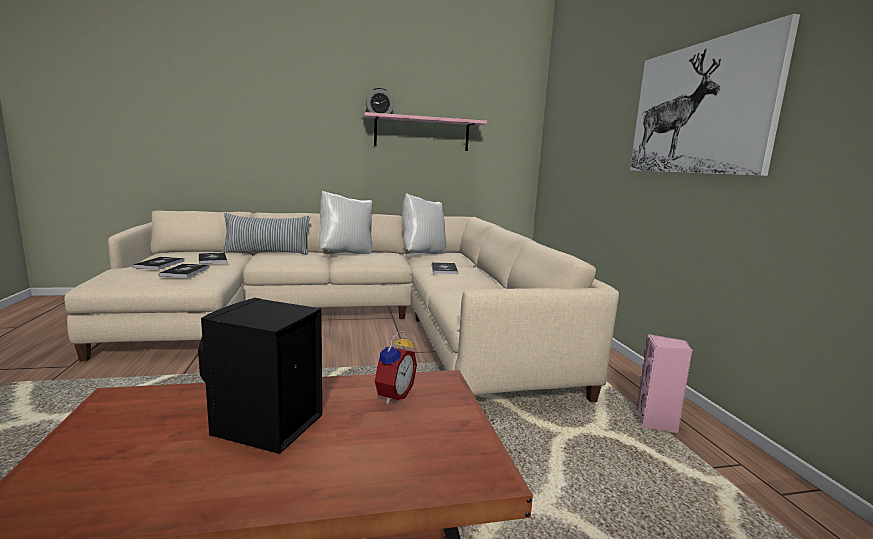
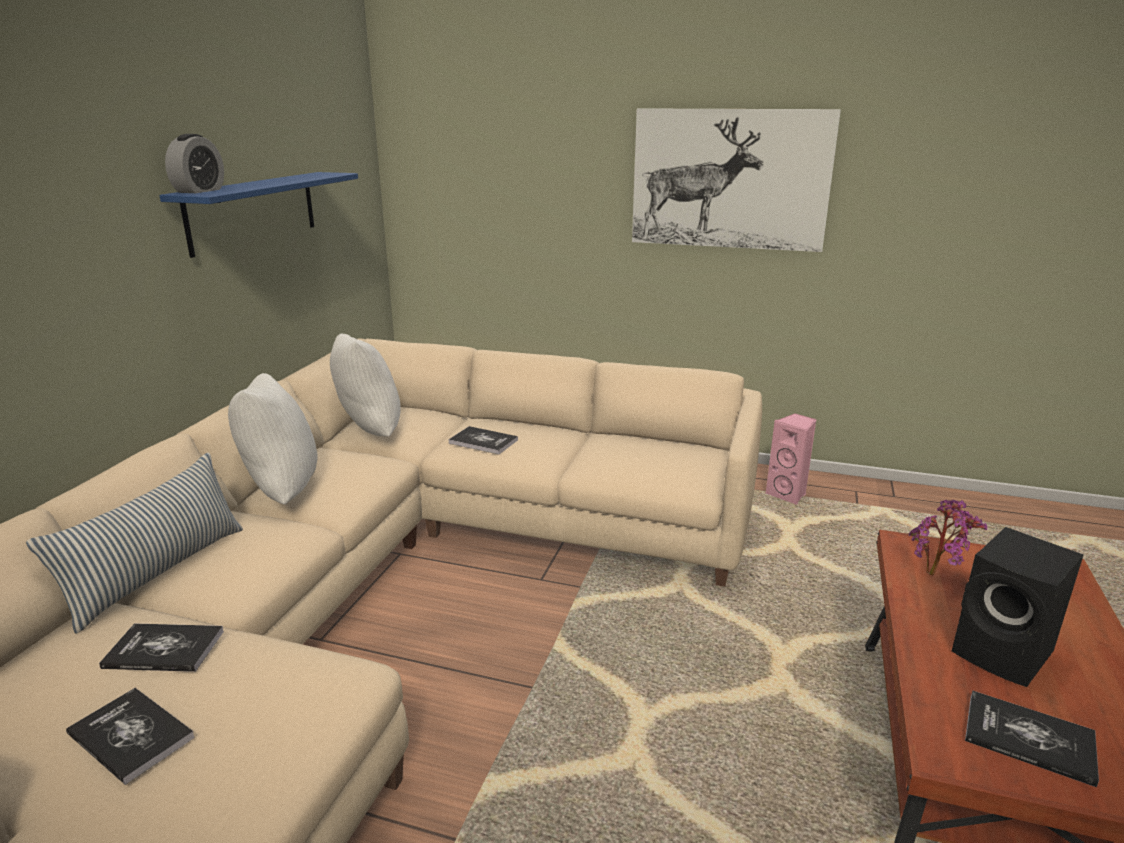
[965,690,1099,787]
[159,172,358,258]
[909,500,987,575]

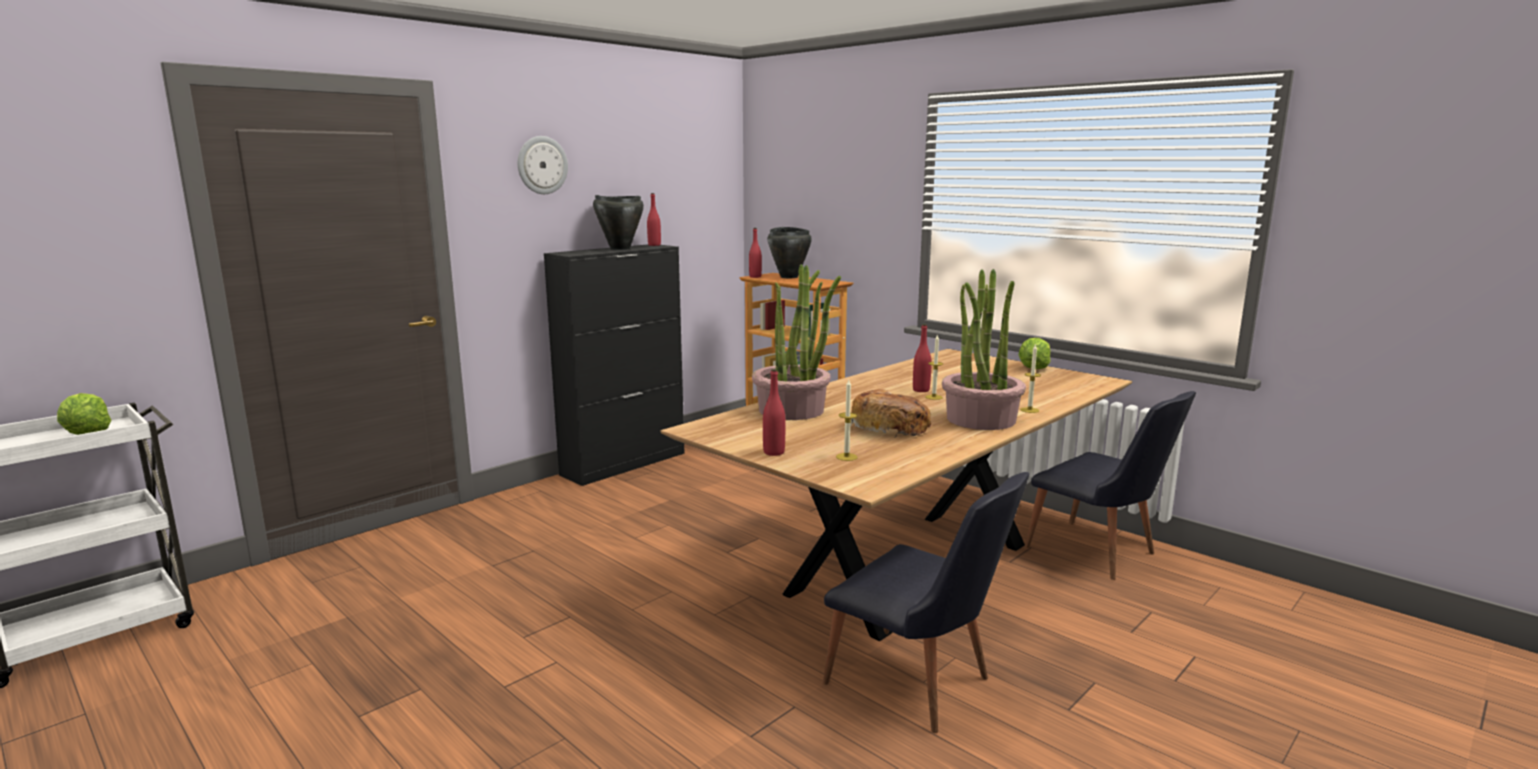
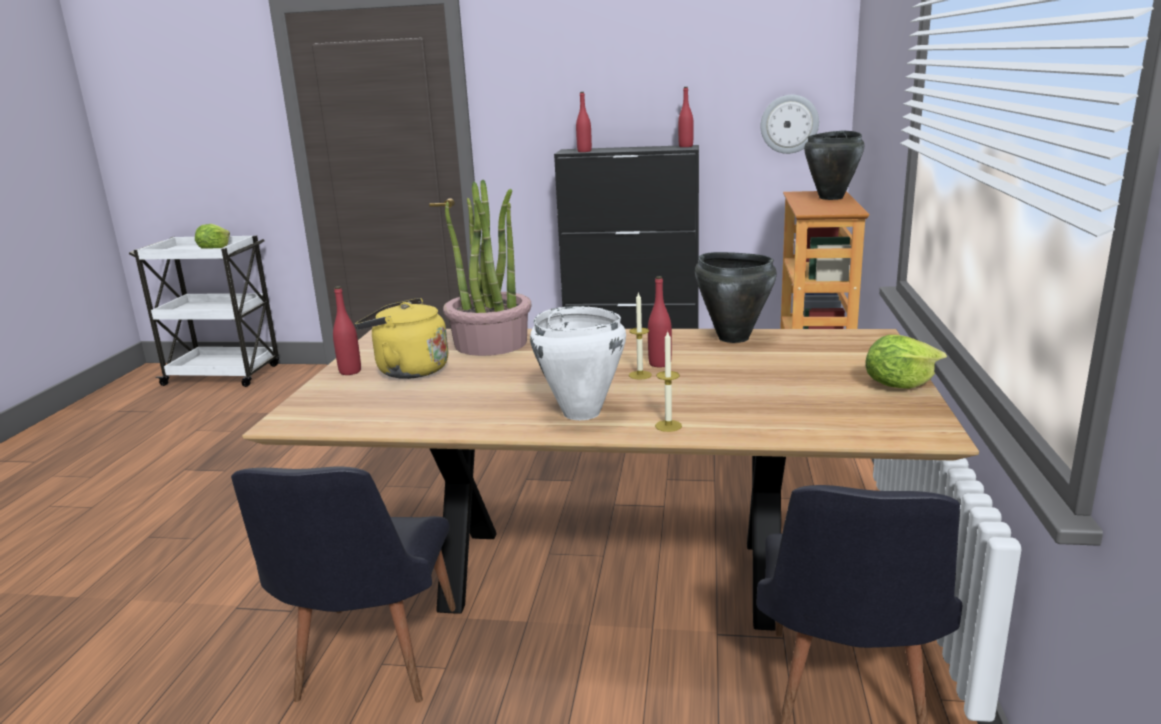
[760,95,819,154]
[695,252,777,343]
[576,92,592,152]
[836,380,857,461] (first image)
[850,389,931,437] (first image)
[530,306,626,420]
[355,298,448,379]

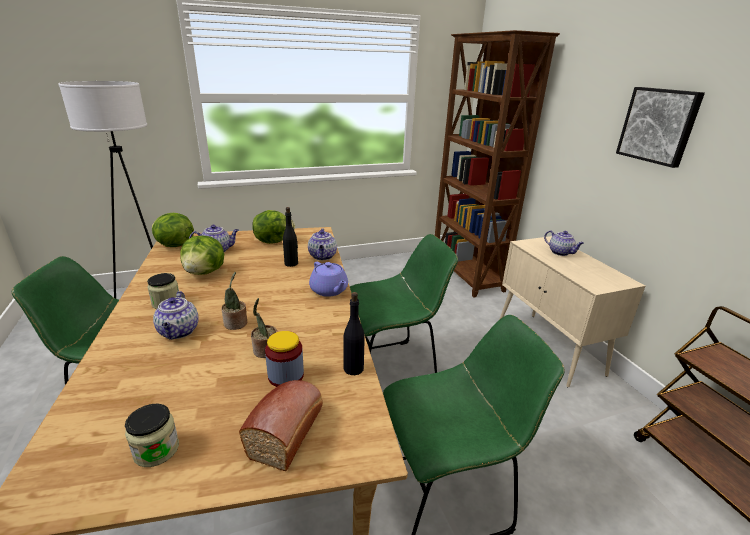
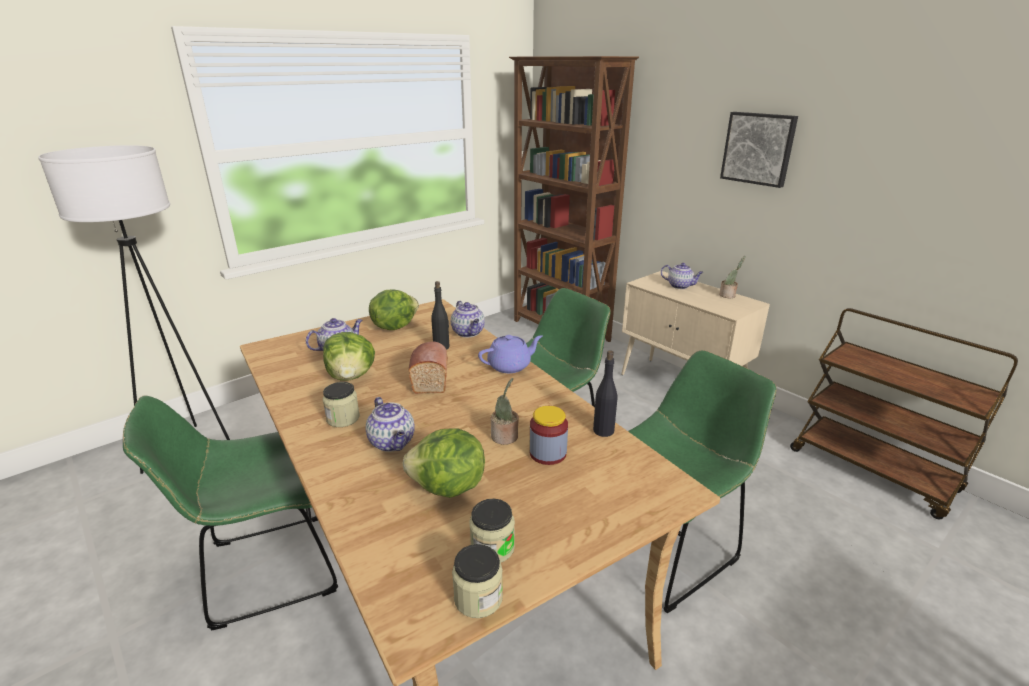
[403,429,485,498]
[719,256,746,298]
[409,342,448,394]
[478,335,542,373]
[452,544,503,618]

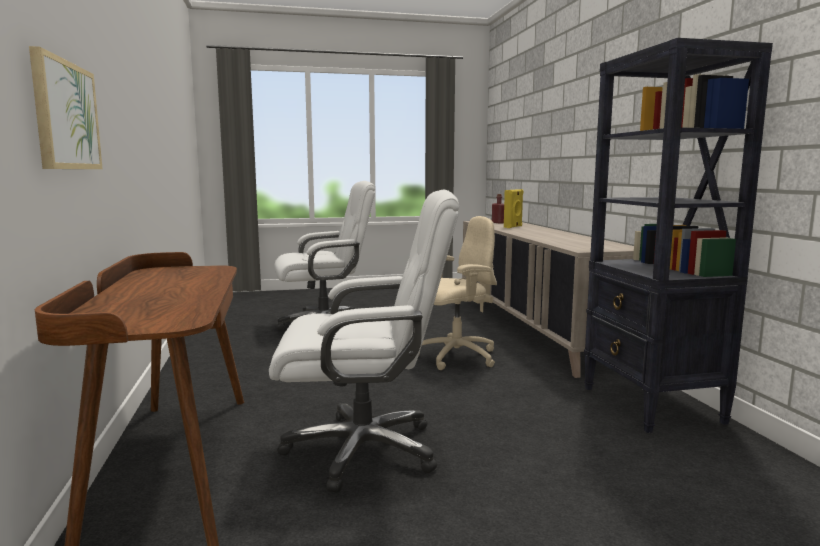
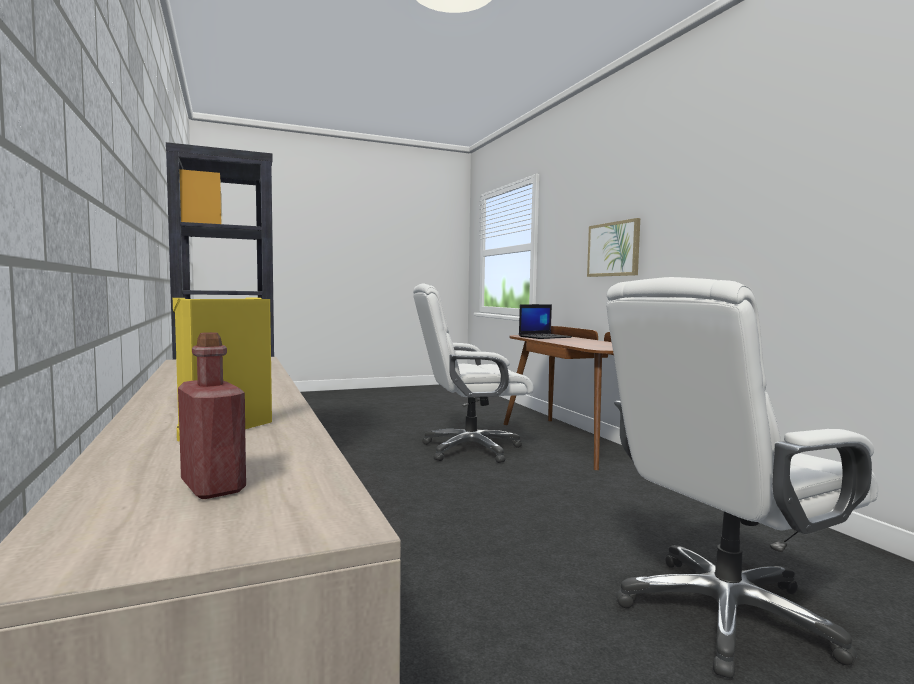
[419,216,497,370] (first image)
[519,304,572,339]

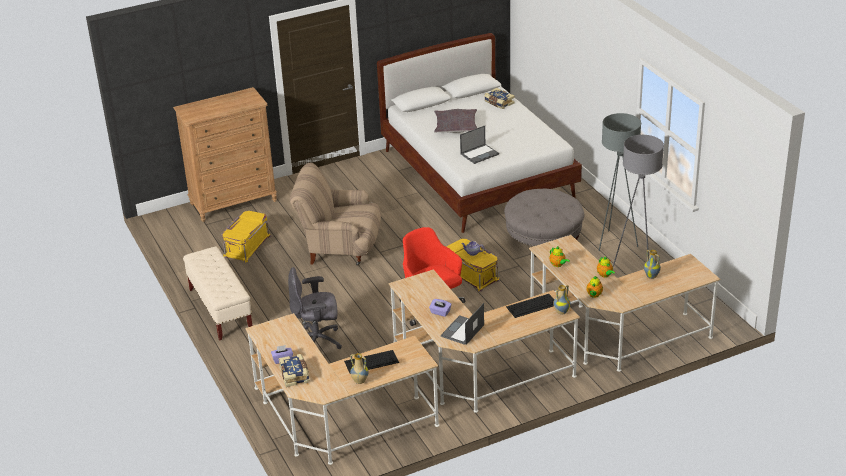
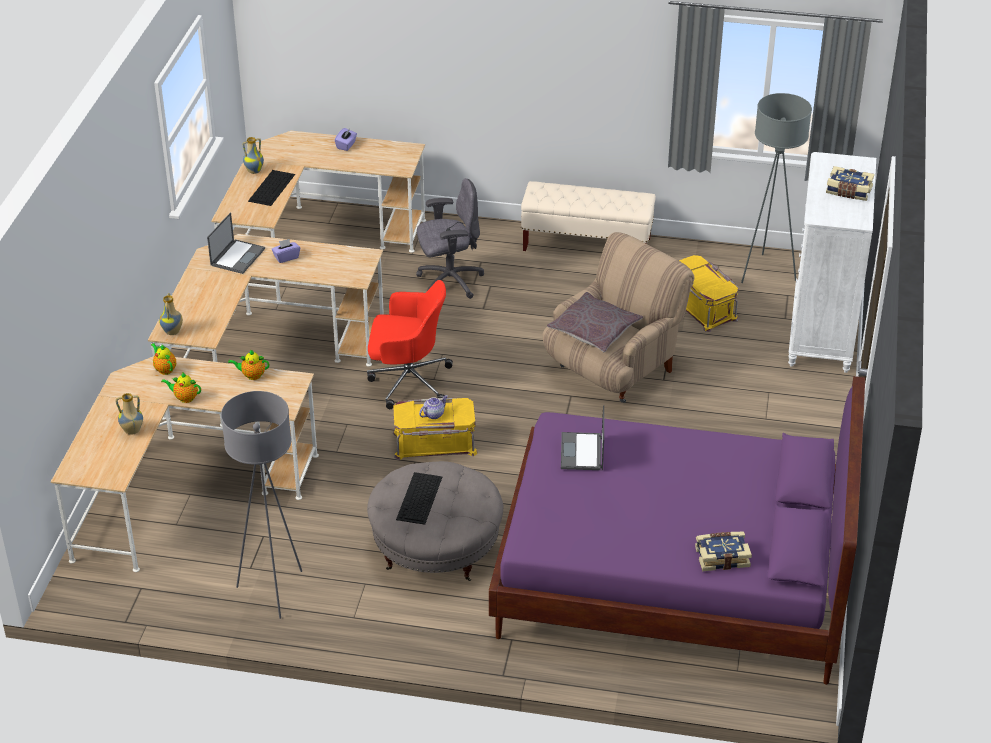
[788,152,876,373]
[826,166,874,201]
[416,178,484,299]
[489,376,865,685]
[547,292,643,353]
[207,212,265,274]
[396,472,442,525]
[741,93,812,283]

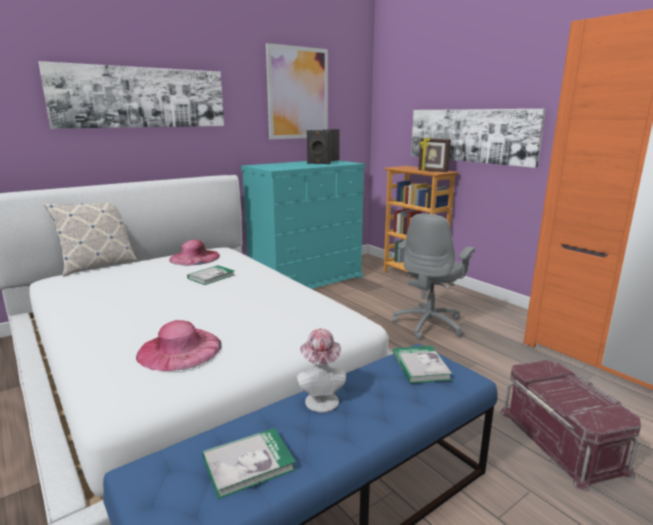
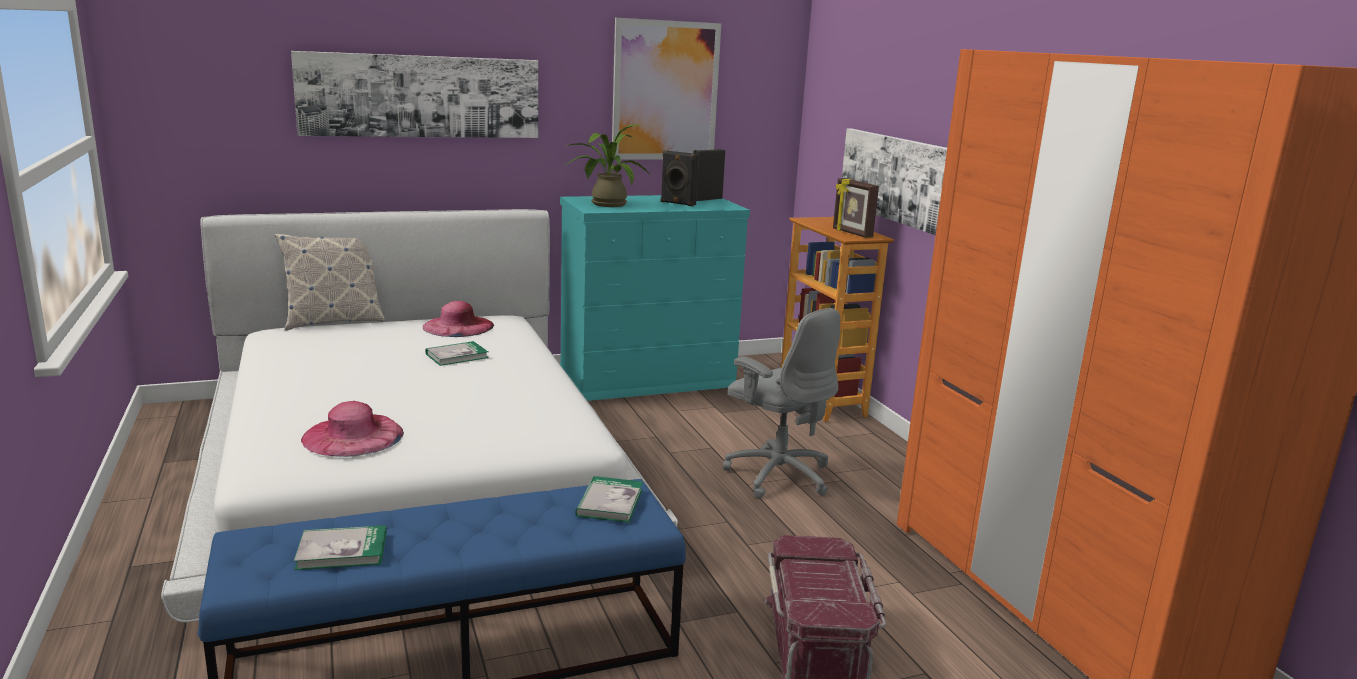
[297,329,346,412] (first image)
[723,308,840,498]
[564,125,651,207]

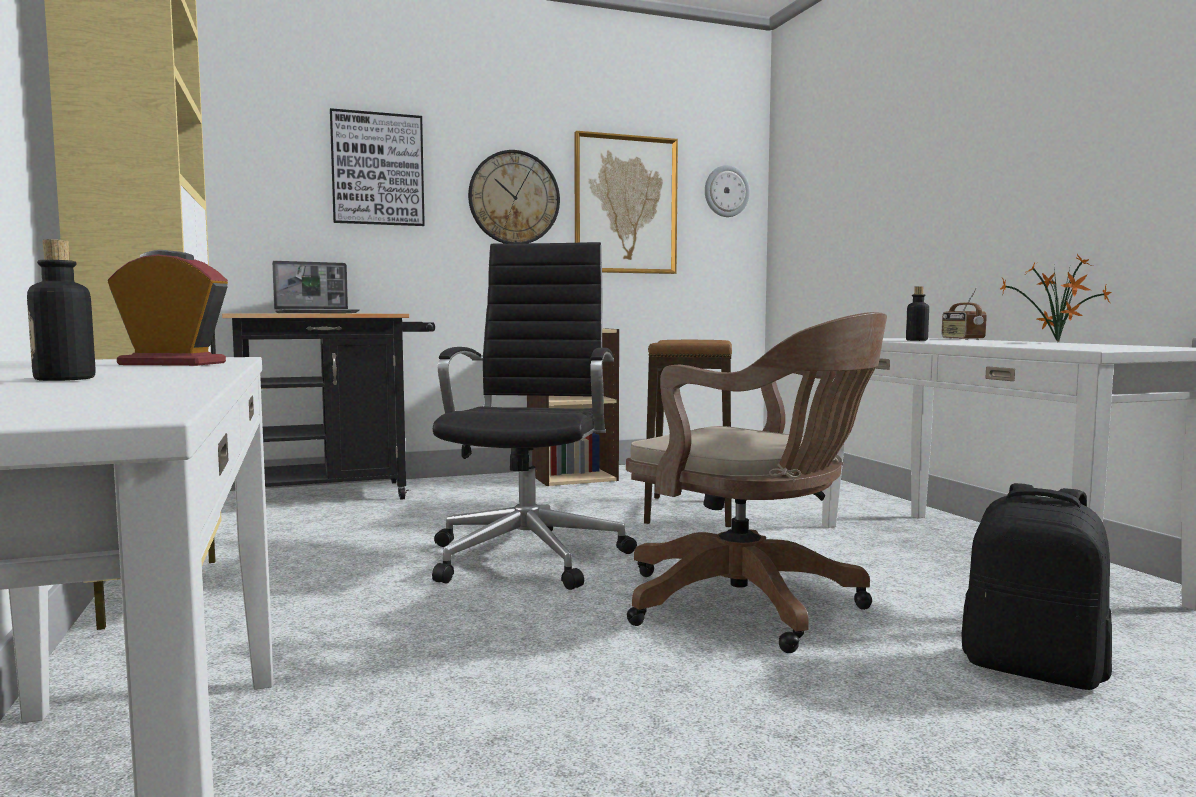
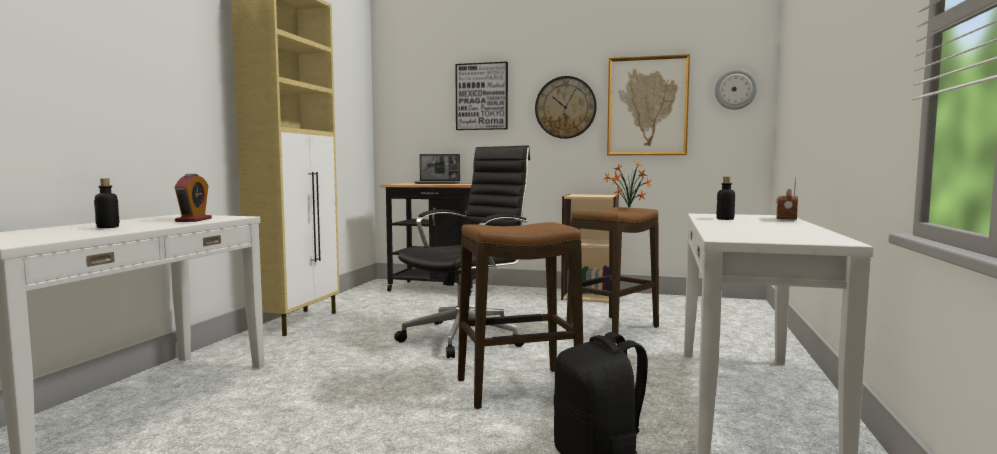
[175,174,212,222]
[458,222,583,409]
[604,161,652,208]

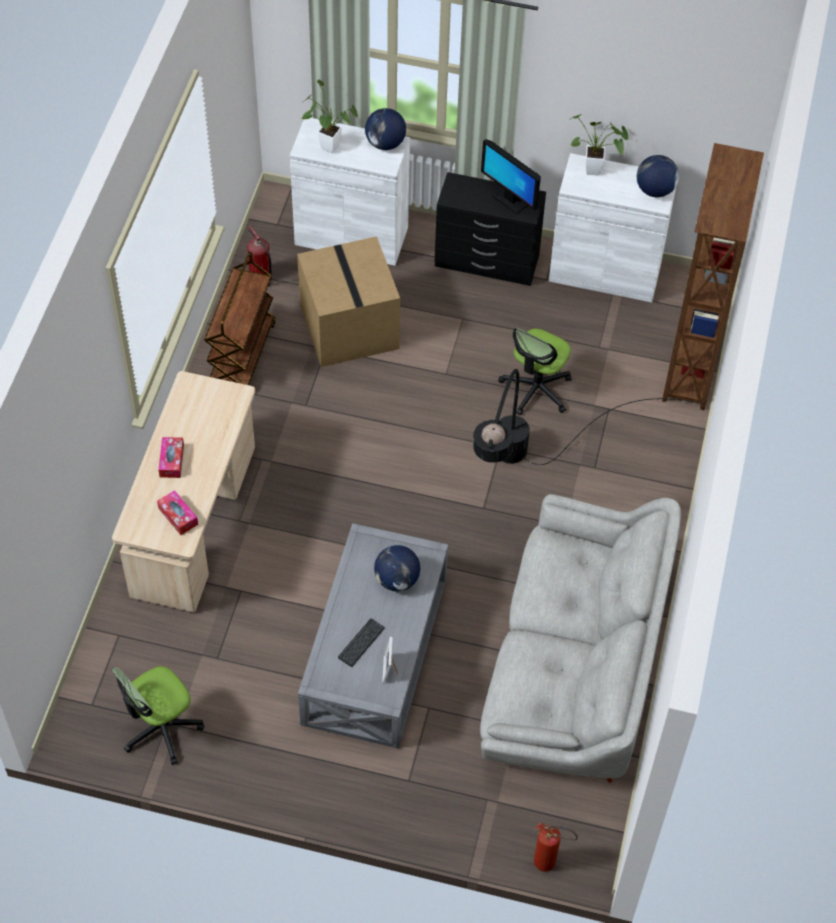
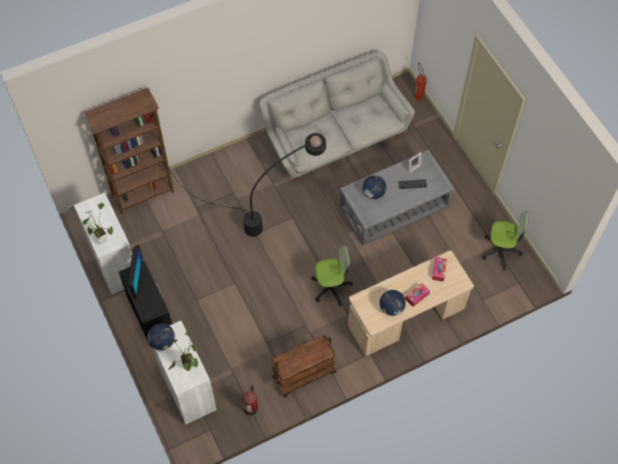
[297,236,400,367] (first image)
[311,245,353,306]
[380,290,406,316]

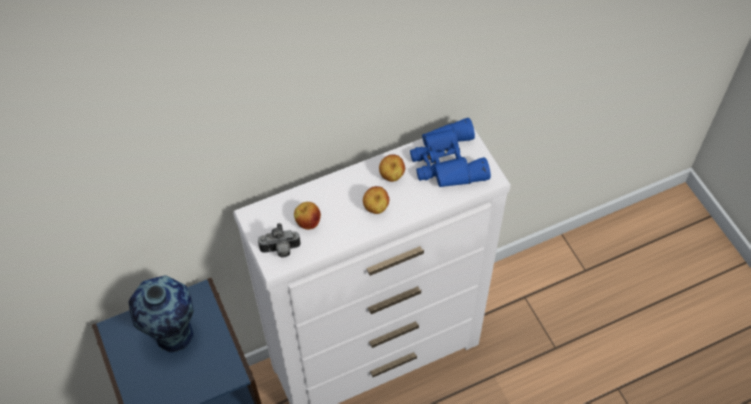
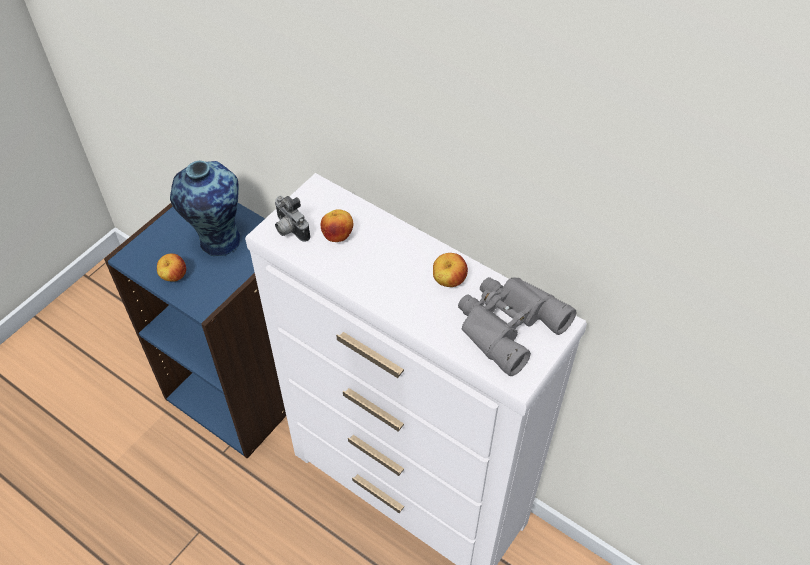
[157,254,186,282]
[458,277,577,376]

